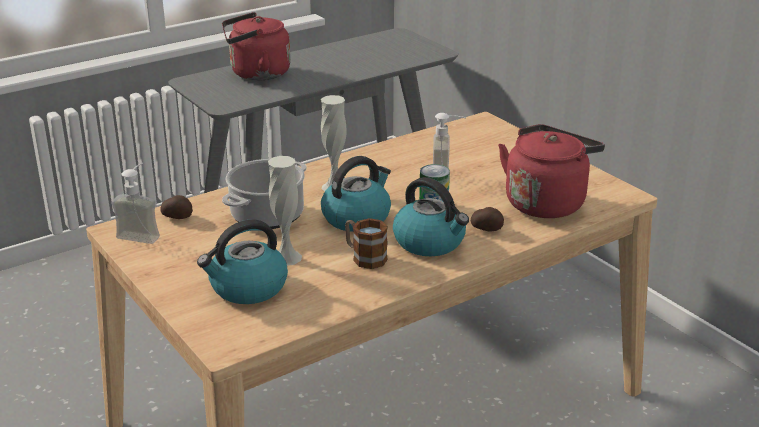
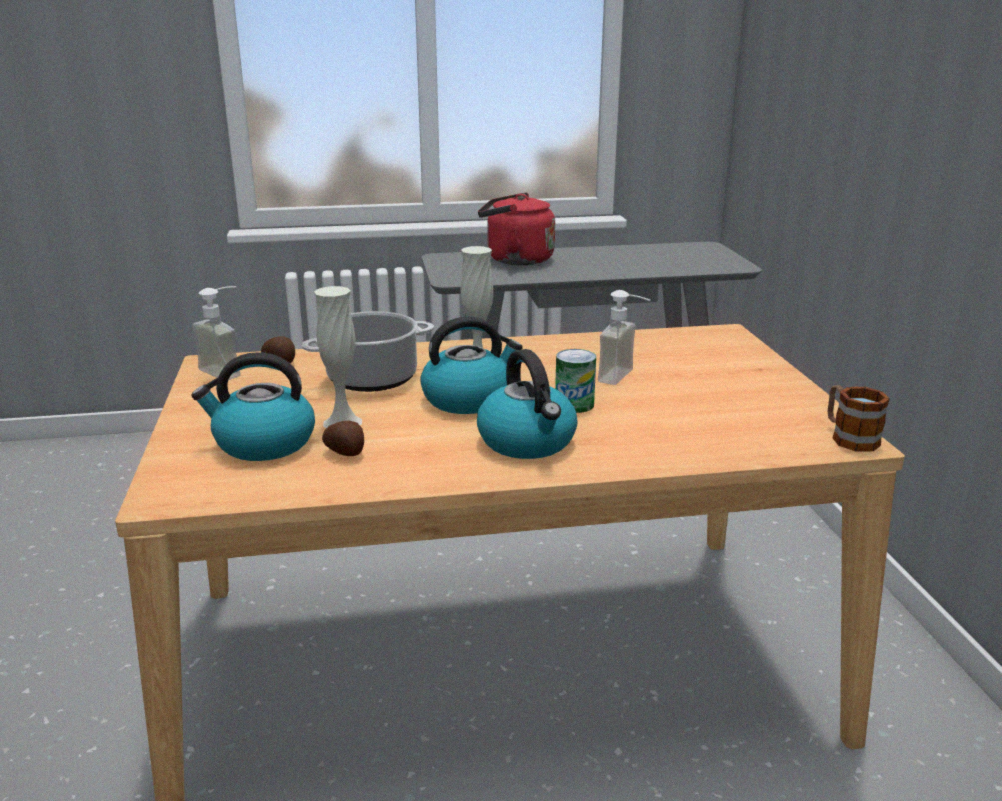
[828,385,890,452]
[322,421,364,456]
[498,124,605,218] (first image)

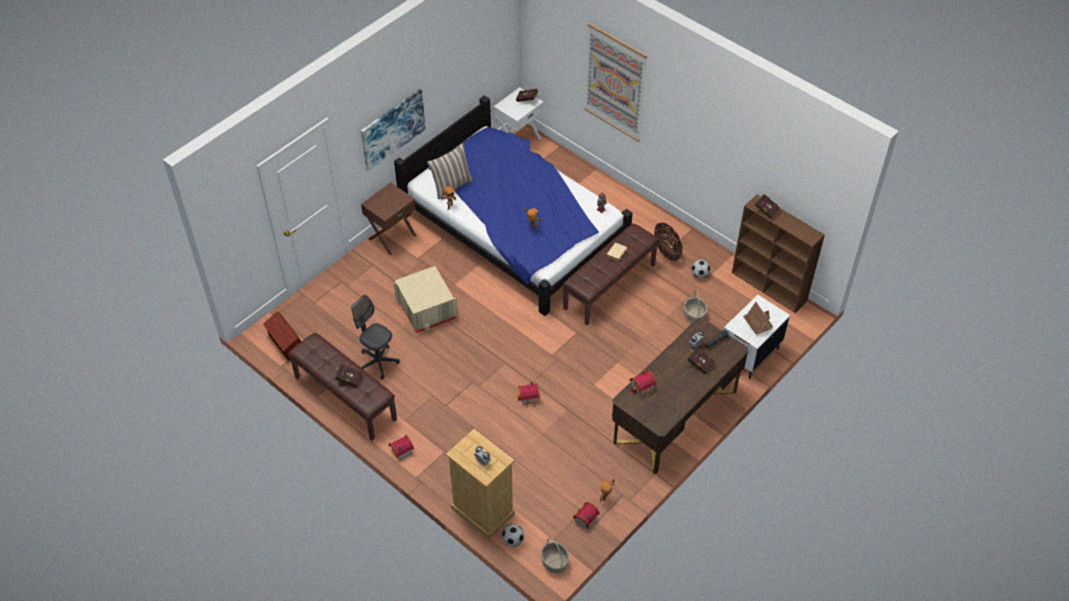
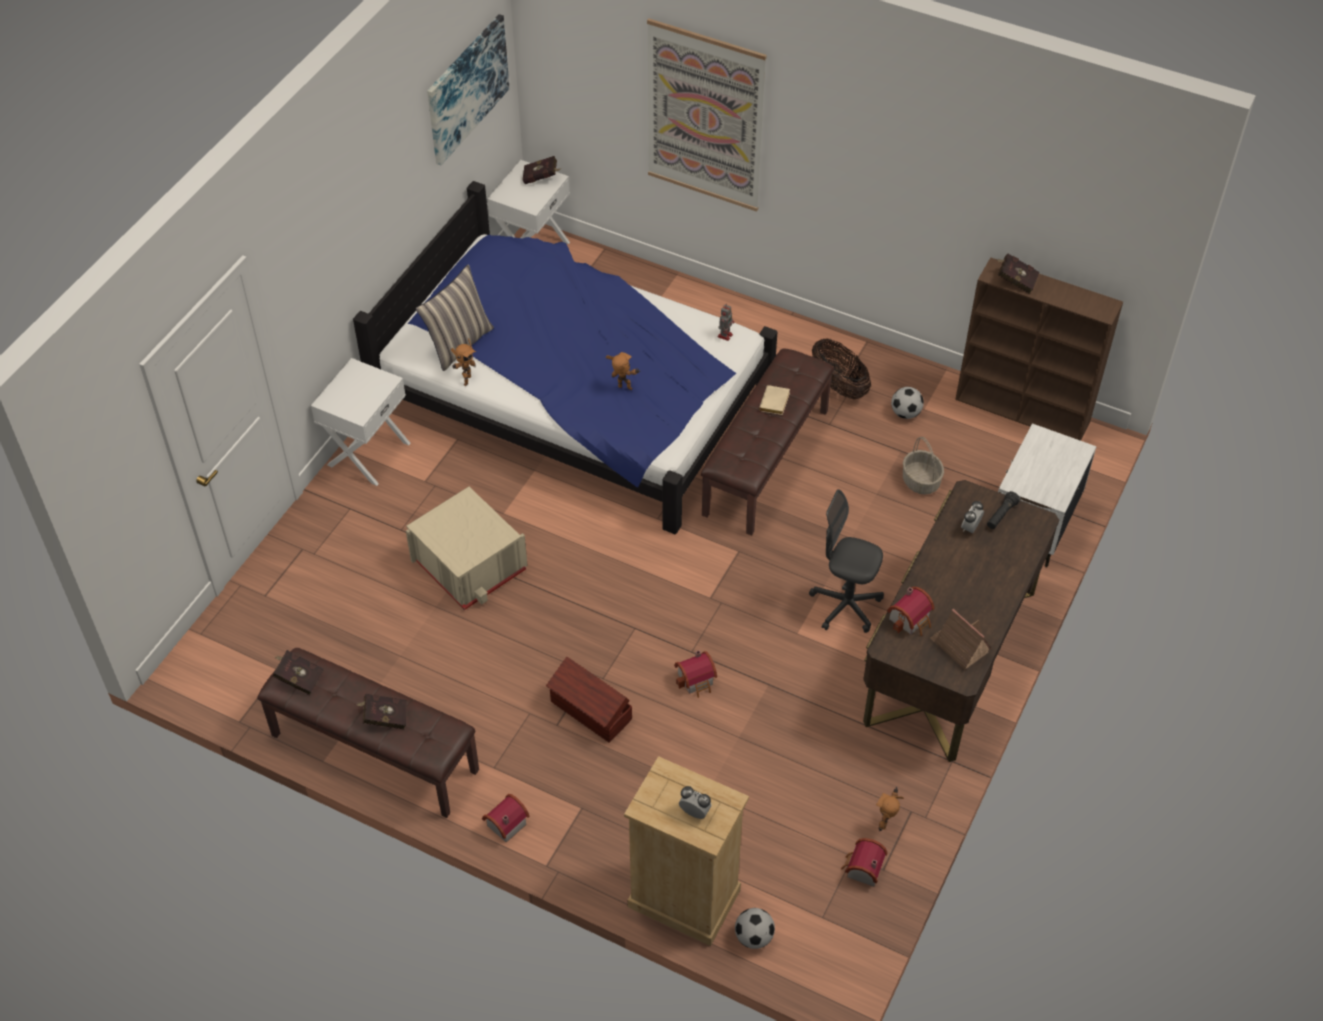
[546,657,632,742]
[809,489,884,633]
[427,14,510,166]
[311,358,411,486]
[541,537,569,573] (first image)
[273,650,324,695]
[930,609,992,670]

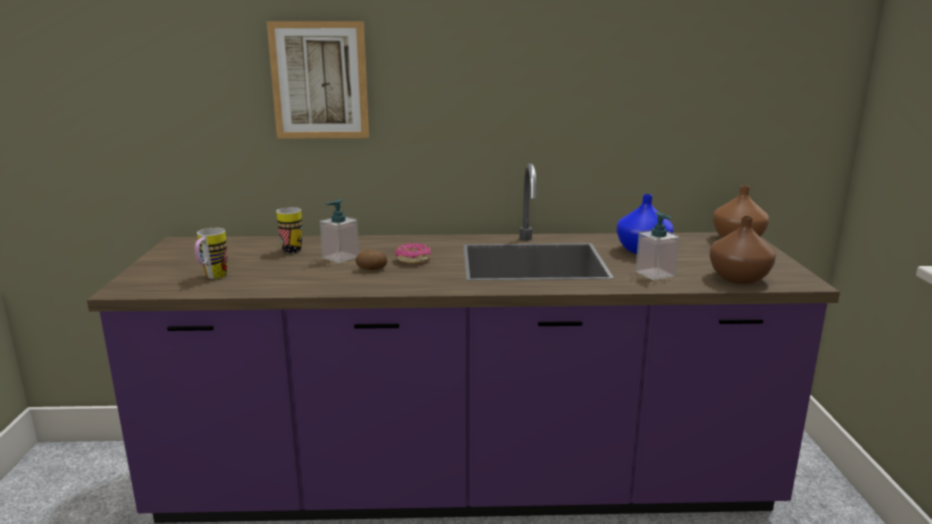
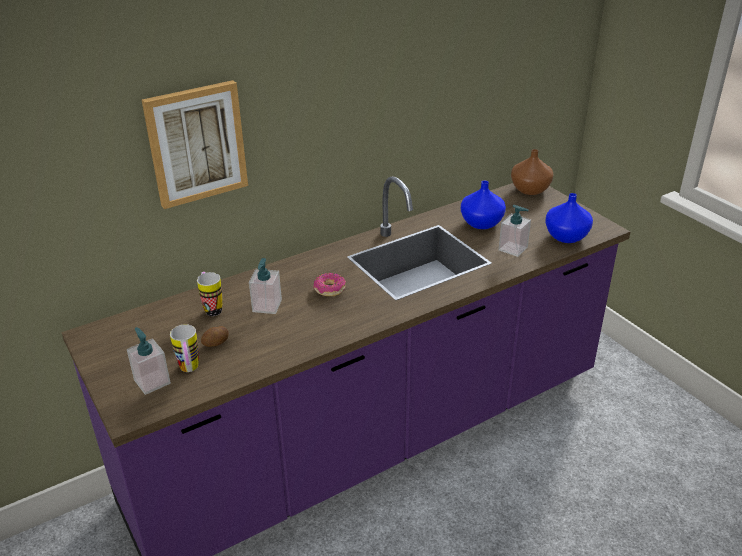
[201,326,229,347]
[545,193,593,243]
[127,327,171,395]

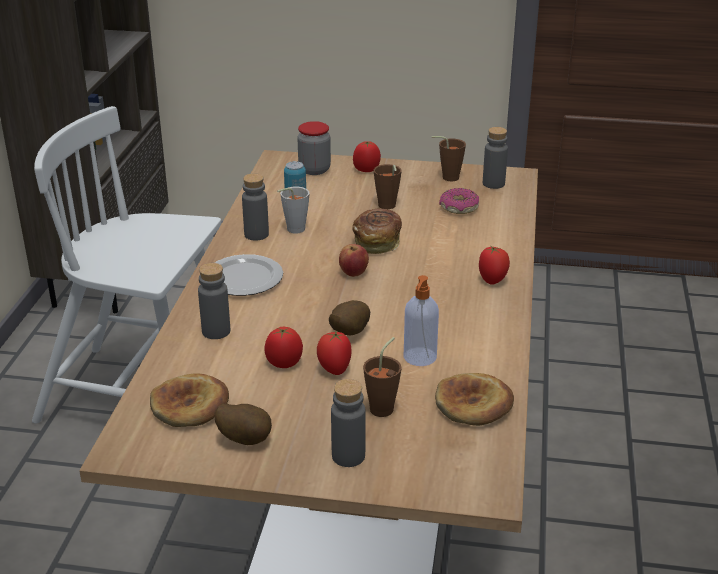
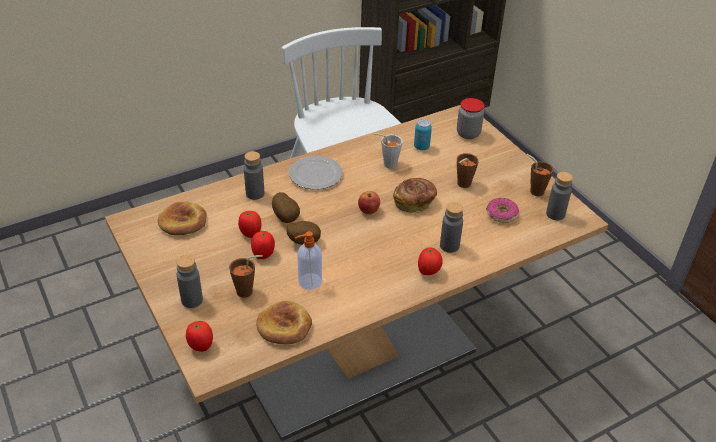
[272,192,300,223]
[440,202,463,253]
[186,321,213,352]

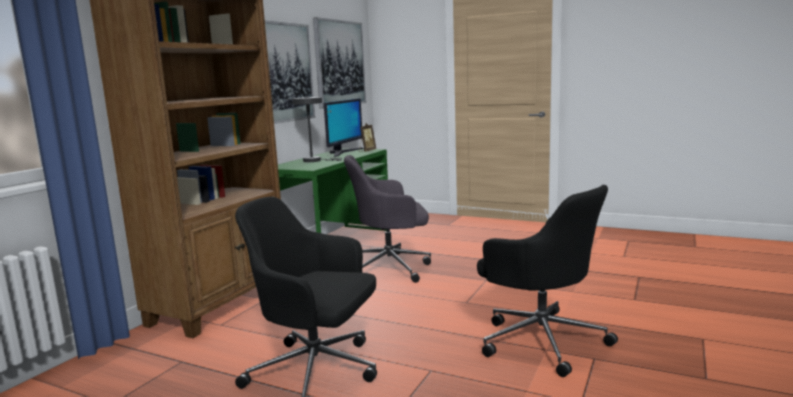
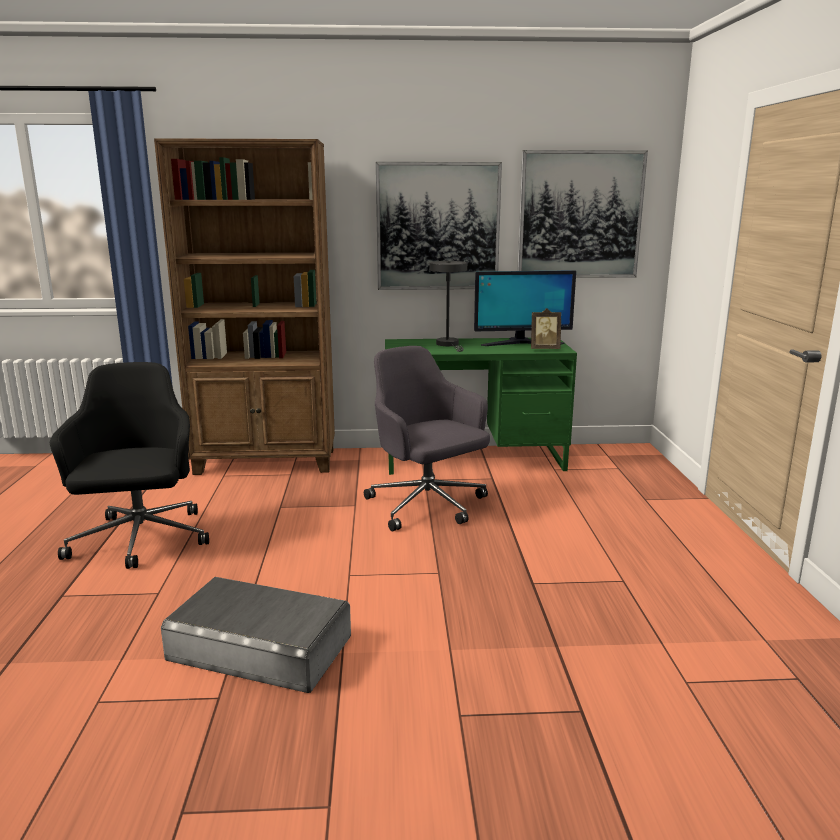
[161,577,351,693]

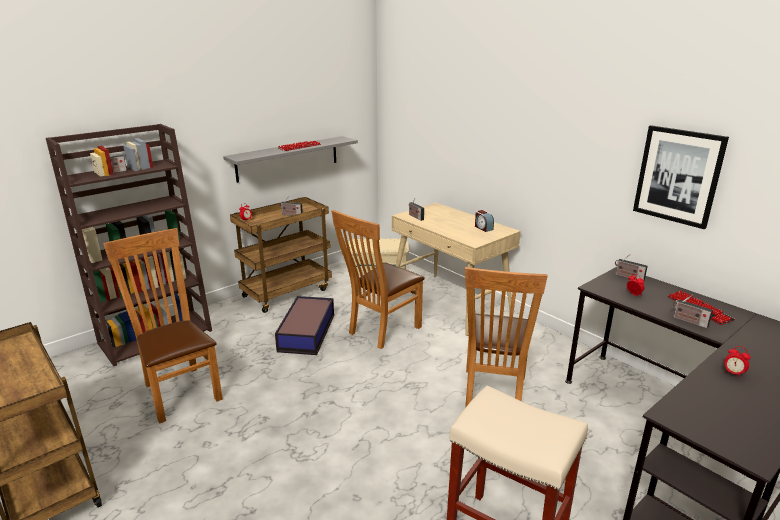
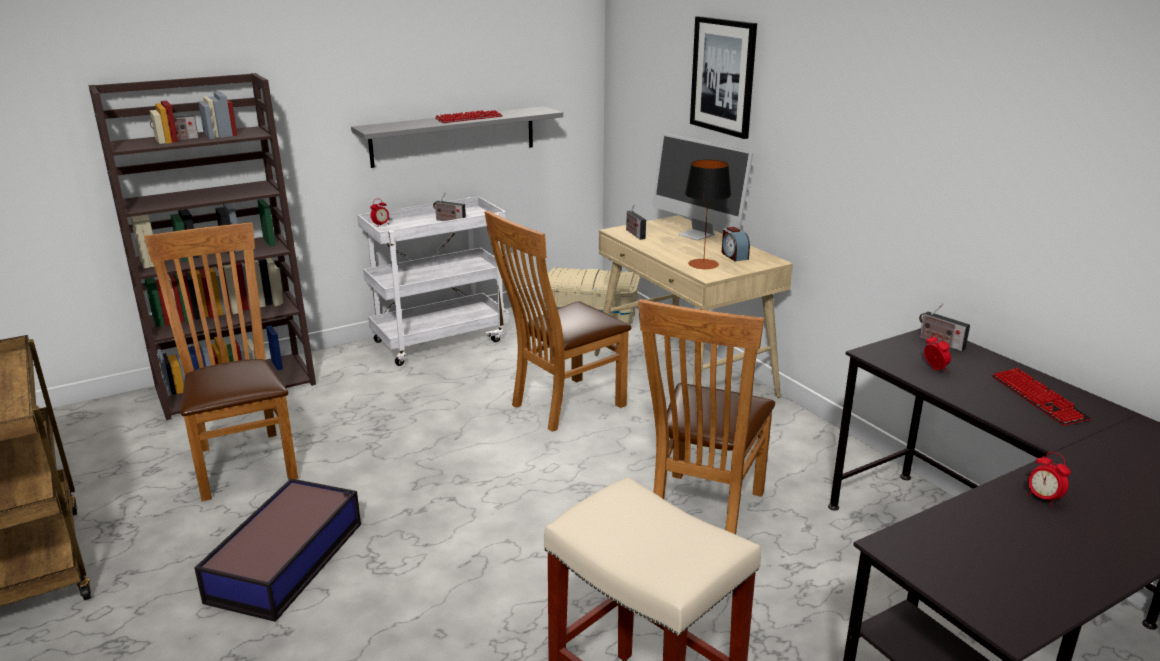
[357,196,510,366]
[194,478,361,622]
[690,16,757,139]
[673,295,713,329] (first image)
[652,133,753,240]
[685,160,731,269]

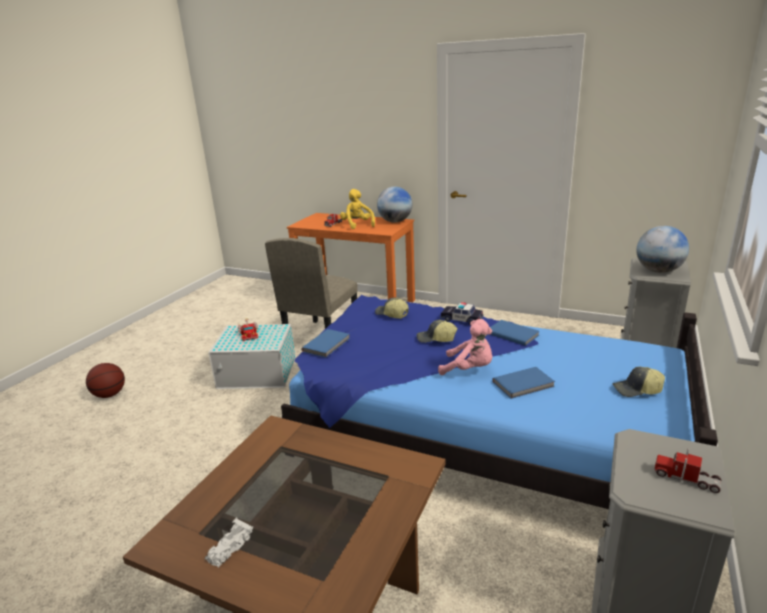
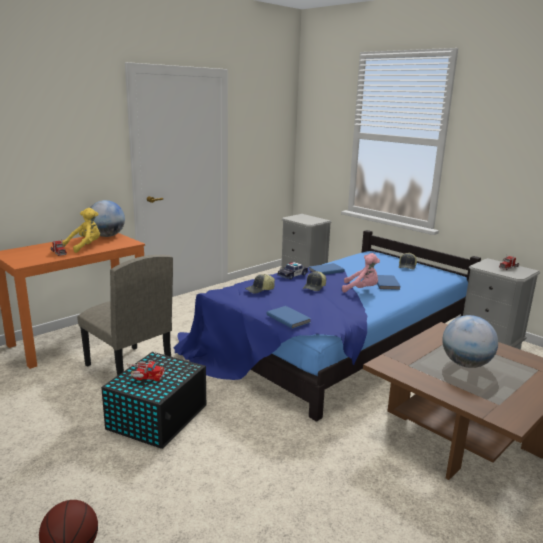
[205,517,253,568] (first image)
[101,352,206,449]
[63,208,100,253]
[342,253,380,293]
[442,315,498,368]

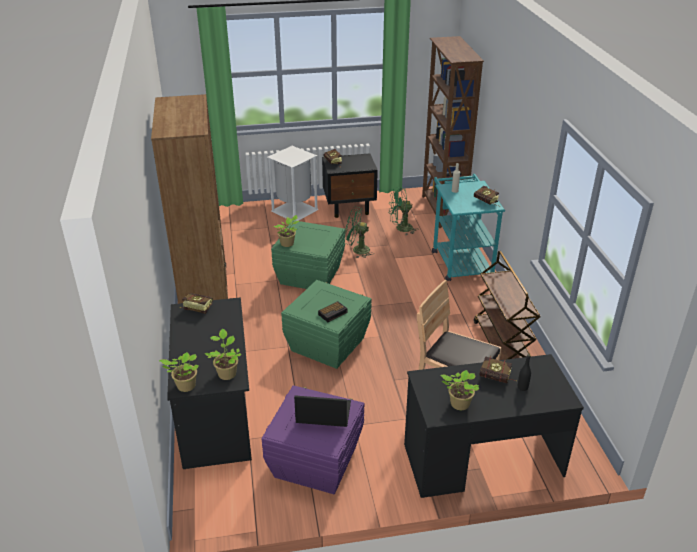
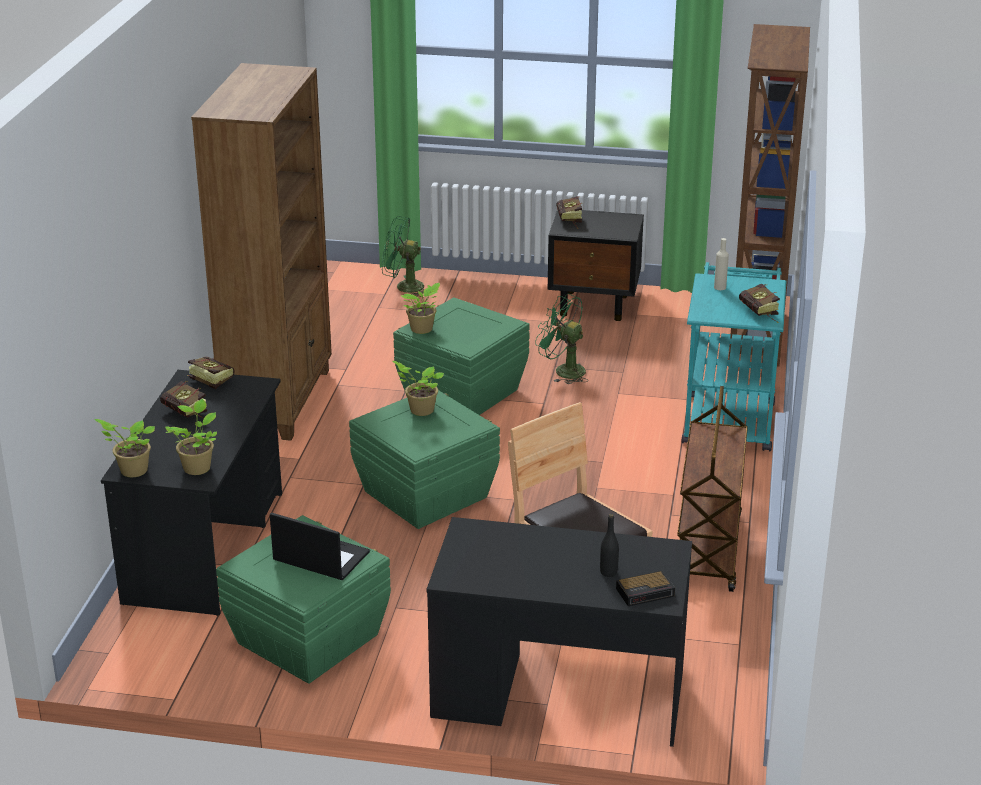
[216,515,391,684]
[267,146,319,221] (first image)
[616,570,675,606]
[382,216,424,298]
[392,361,444,416]
[160,381,207,418]

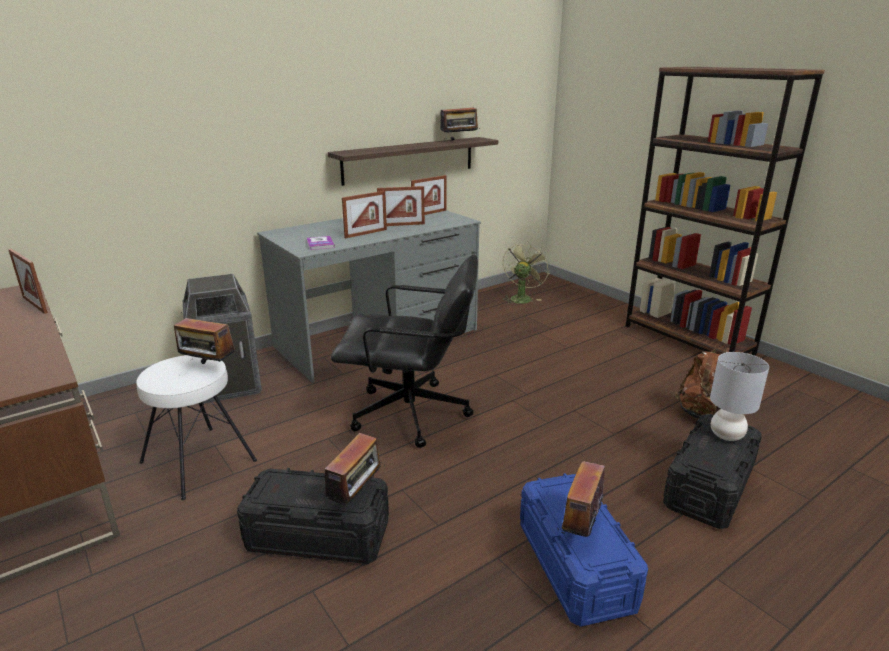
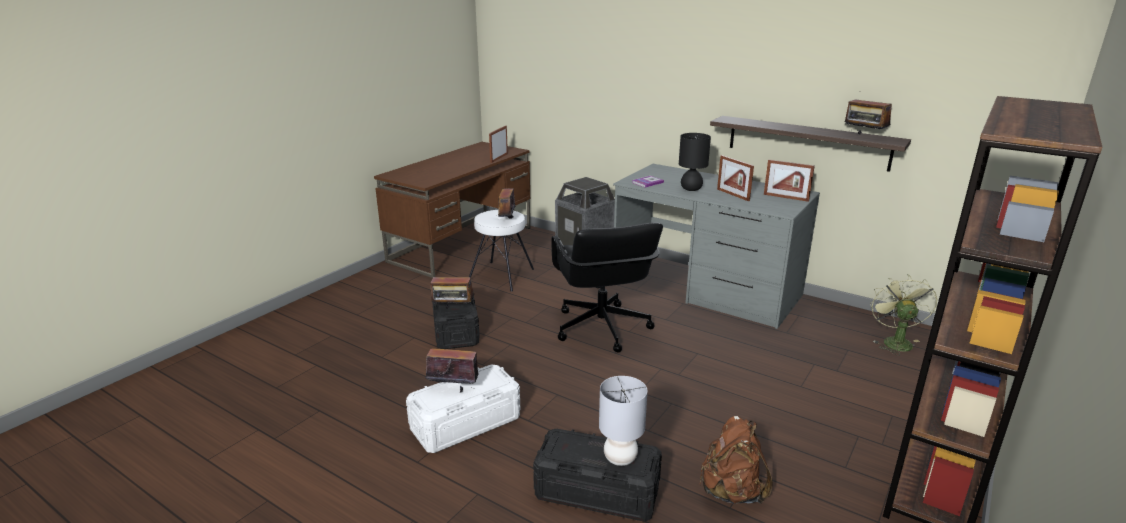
[679,133,711,191]
[870,274,938,356]
[406,365,520,453]

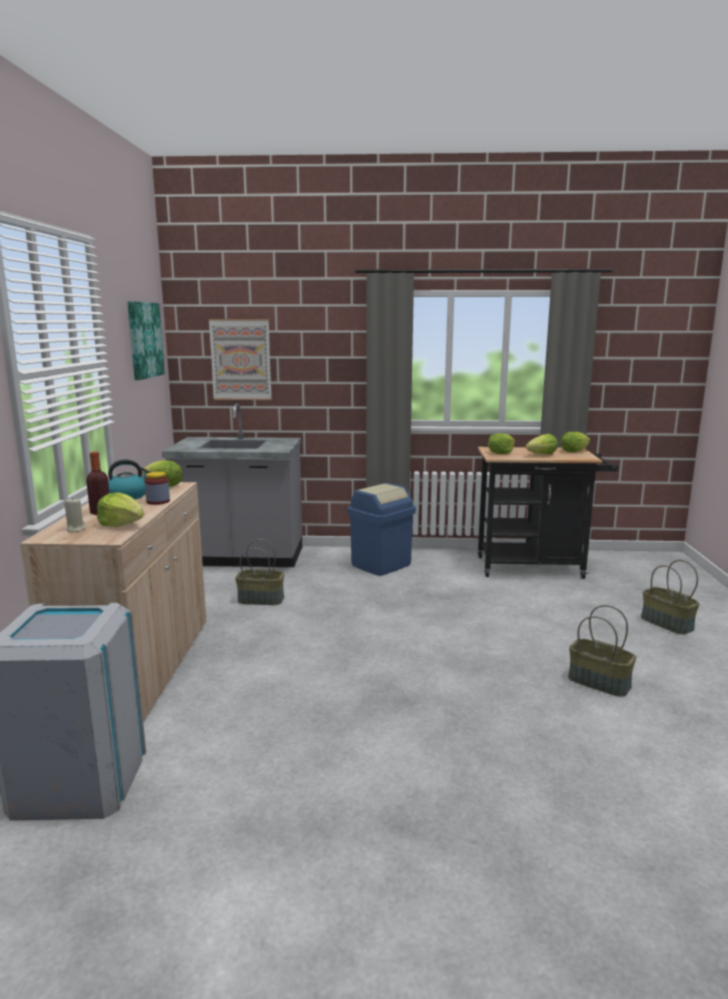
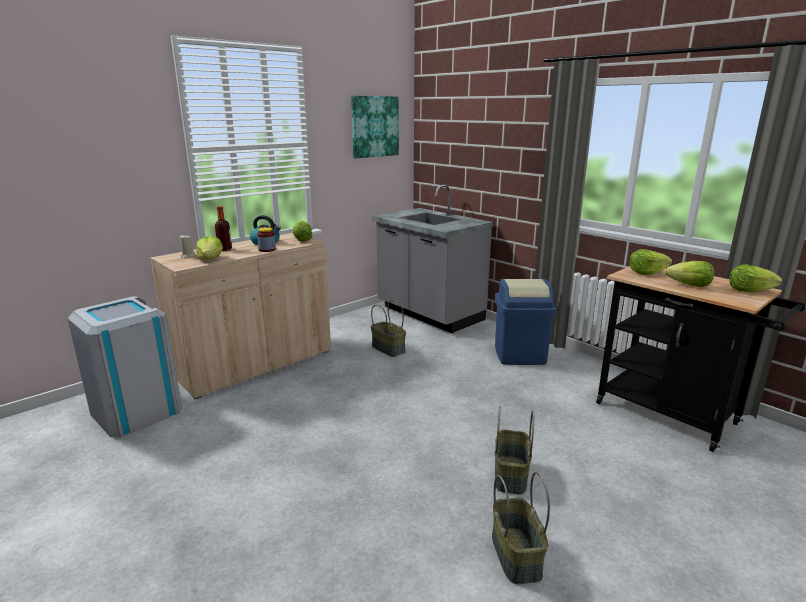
[209,319,272,400] (first image)
[495,406,534,494]

